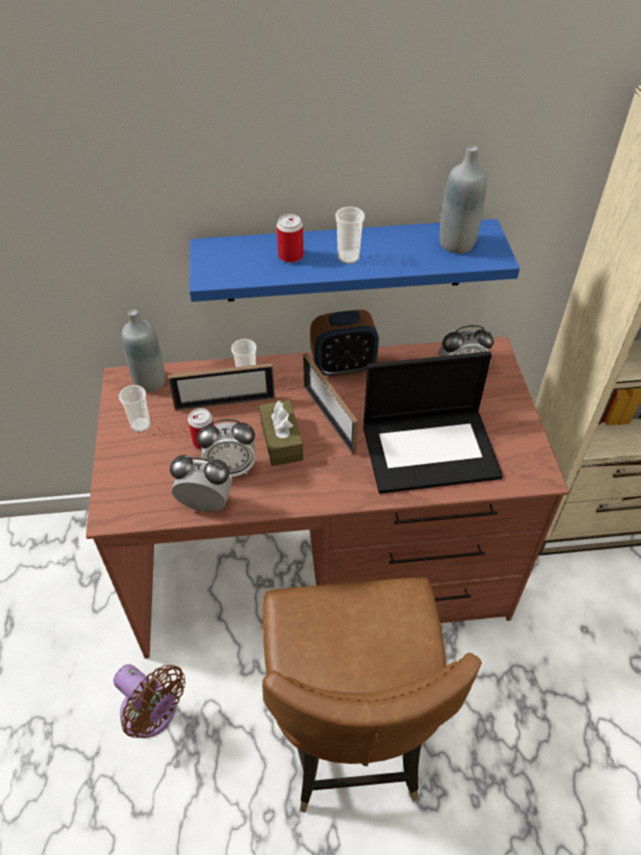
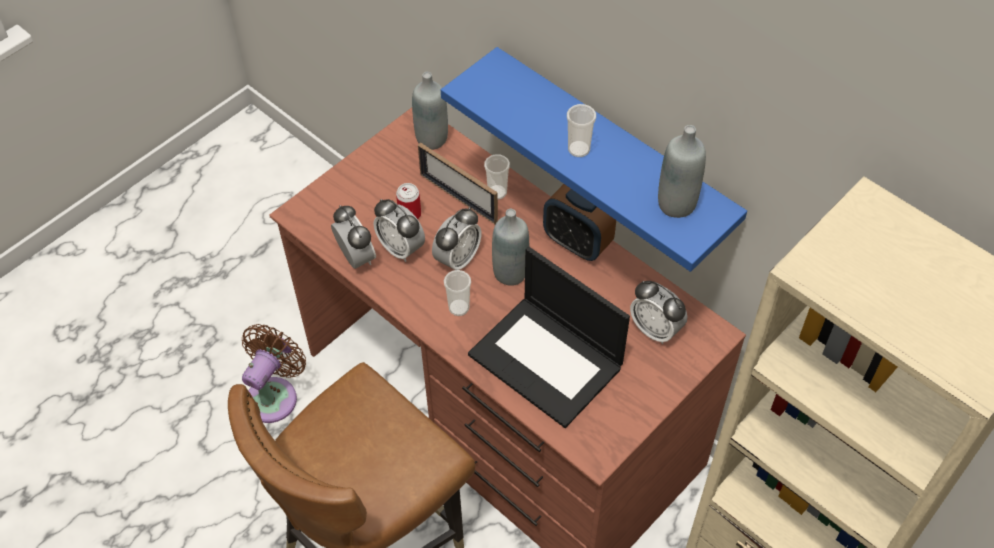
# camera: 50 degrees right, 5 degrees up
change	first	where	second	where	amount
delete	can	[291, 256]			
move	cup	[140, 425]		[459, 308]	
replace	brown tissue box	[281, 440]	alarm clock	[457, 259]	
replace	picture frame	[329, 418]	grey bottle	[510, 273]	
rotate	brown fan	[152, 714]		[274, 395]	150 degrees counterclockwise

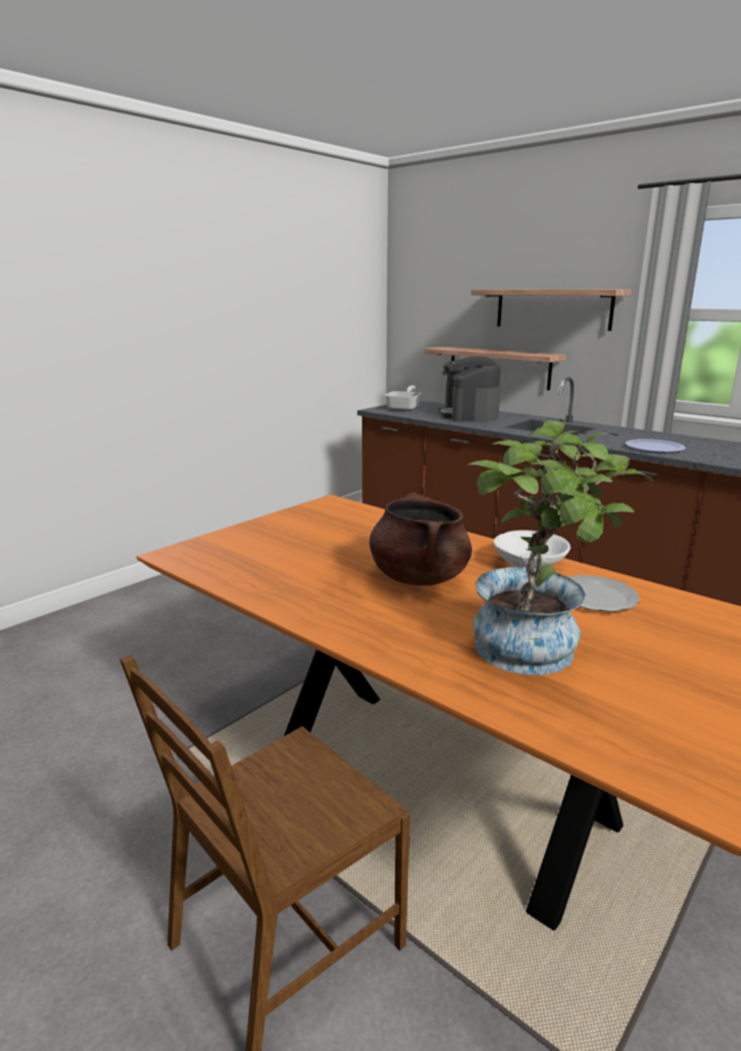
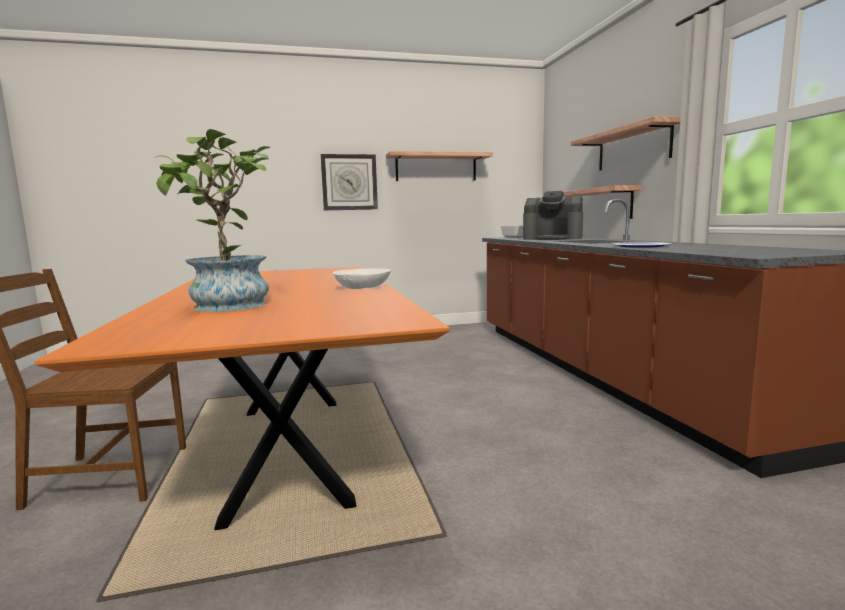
# camera: 35 degrees right, 10 degrees down
change	first	where	second	where	amount
delete	brown cooking pot	[418, 577]			
delete	plate	[594, 597]			
insert			wall clock	[349, 182]	
insert			shelf	[436, 167]	
rotate	coffee machine	[469, 415]		[553, 238]	105 degrees counterclockwise

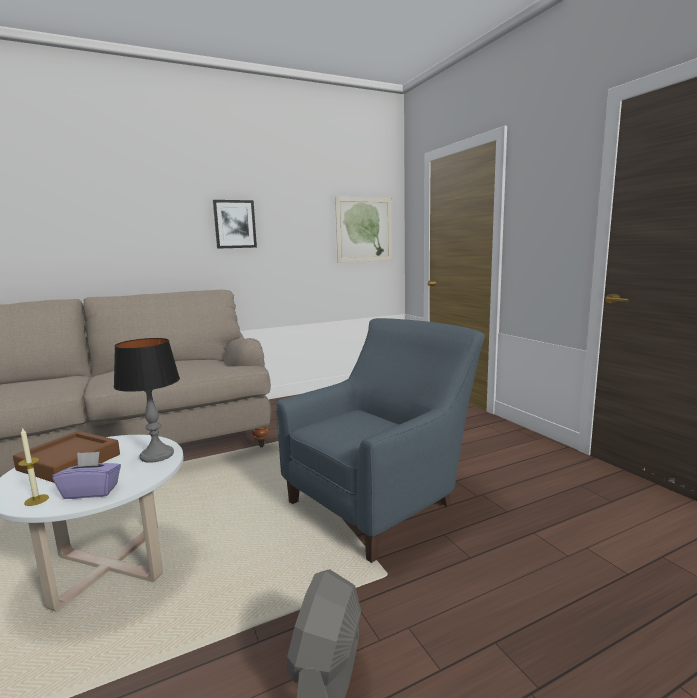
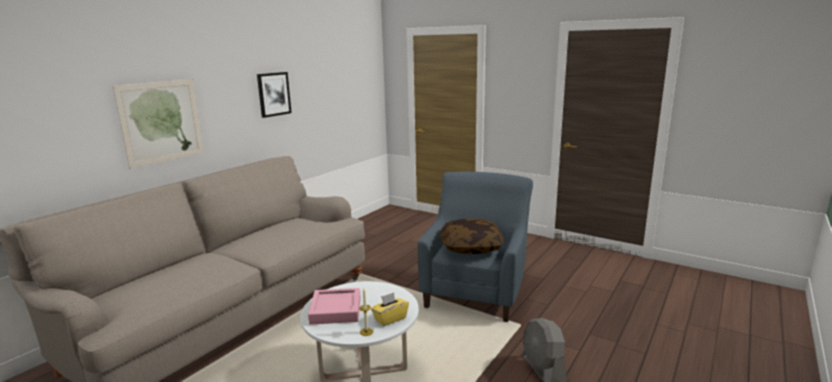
# camera: 30 degrees left, 5 degrees up
change	first	where	second	where	amount
delete	table lamp	[156, 455]			
insert			pillow	[471, 247]	
move	picture	[364, 229]		[161, 122]	
recolor	brown tray	[69, 462]	pink tray	[336, 310]	
recolor	purple tissue box	[91, 491]	yellow tissue box	[390, 318]	

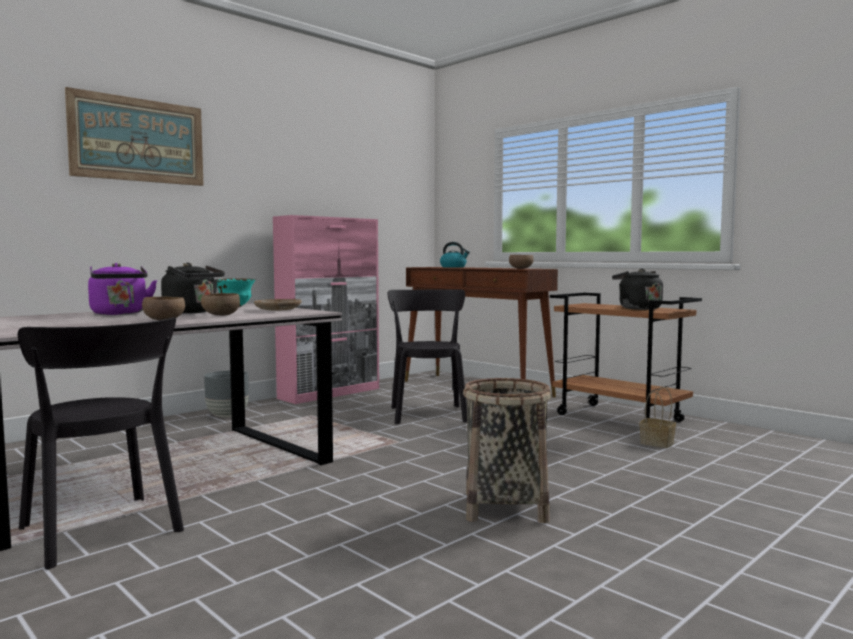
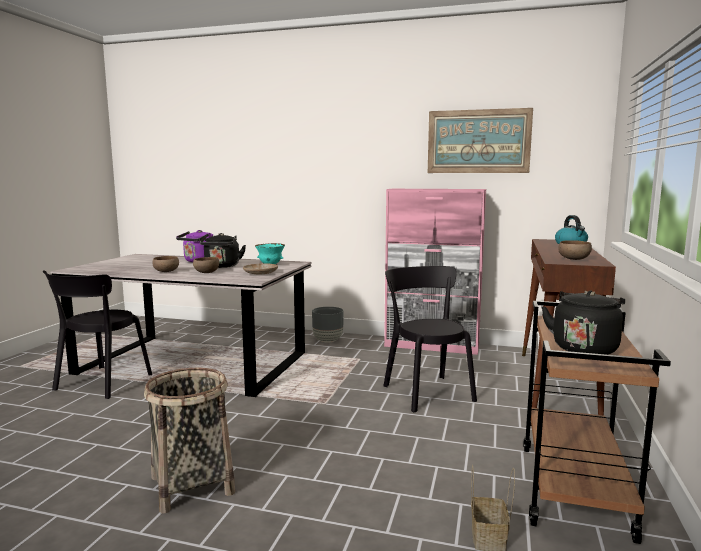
# camera: 60 degrees right, 5 degrees up
change	first	where	second	where	amount
move	picture	[138, 140]		[478, 141]	
rotate	black chair	[428, 413]		[426, 391]	75 degrees counterclockwise

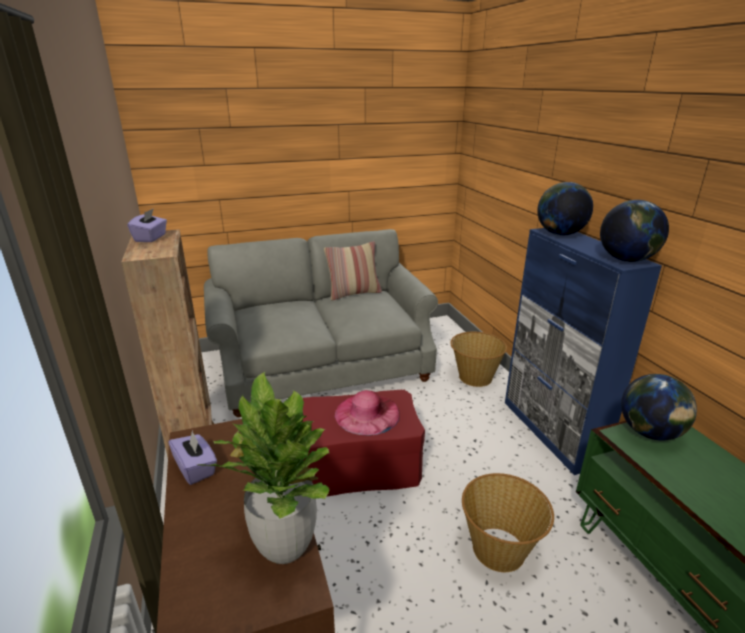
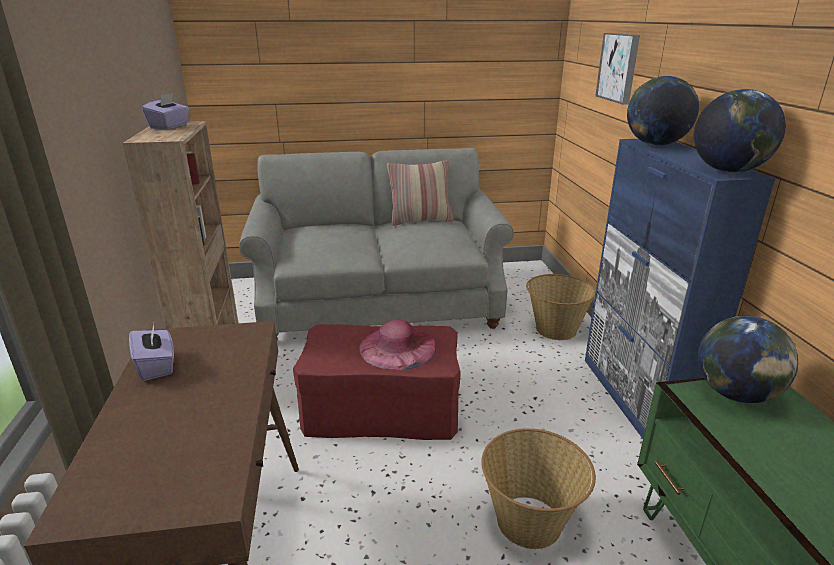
# camera: 10 degrees right, 0 degrees up
change	first	where	second	where	amount
delete	potted plant	[284, 545]			
insert			picture	[619, 67]	

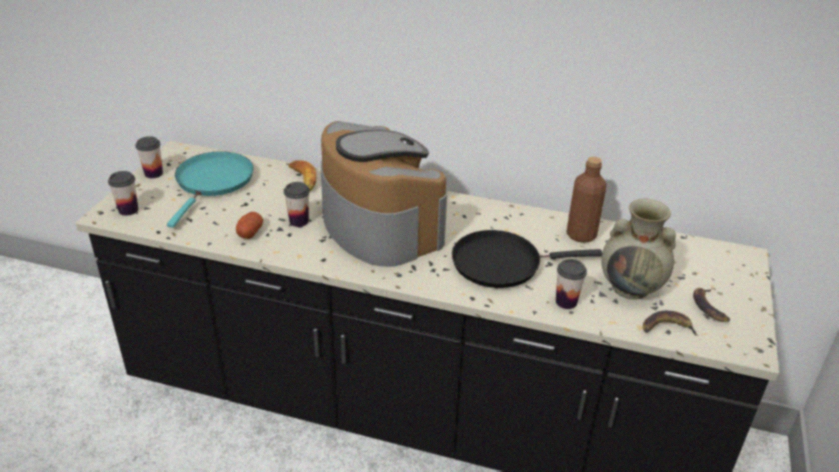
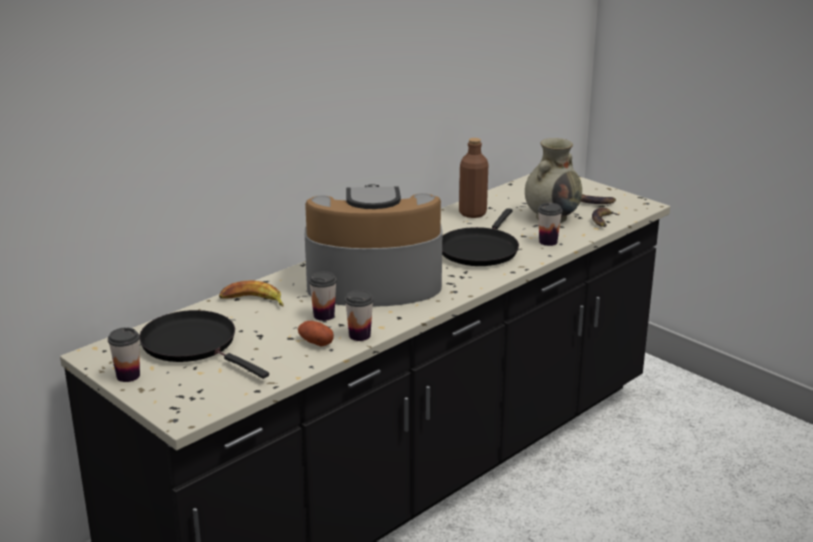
# camera: 60 degrees left, 10 degrees down
change	first	where	second	where	amount
move	cup	[128, 210]		[359, 335]	
recolor	turquoise frying pan	[213, 182]	black frying pan	[194, 345]	

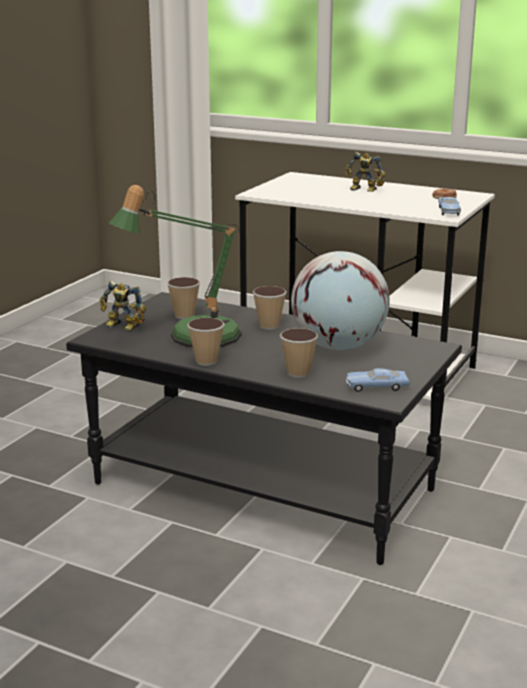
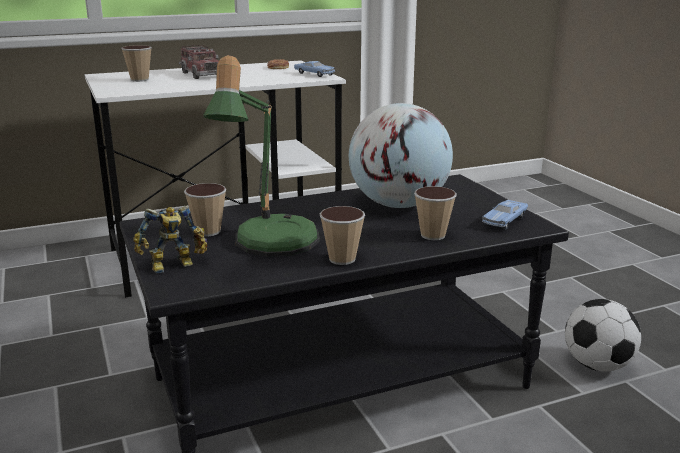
# camera: 50 degrees left, 0 degrees up
change	first	where	second	where	amount
insert			football	[597, 365]	
move	cup	[269, 326]		[139, 80]	
replace	toy robot	[363, 190]	toy truck	[202, 74]	

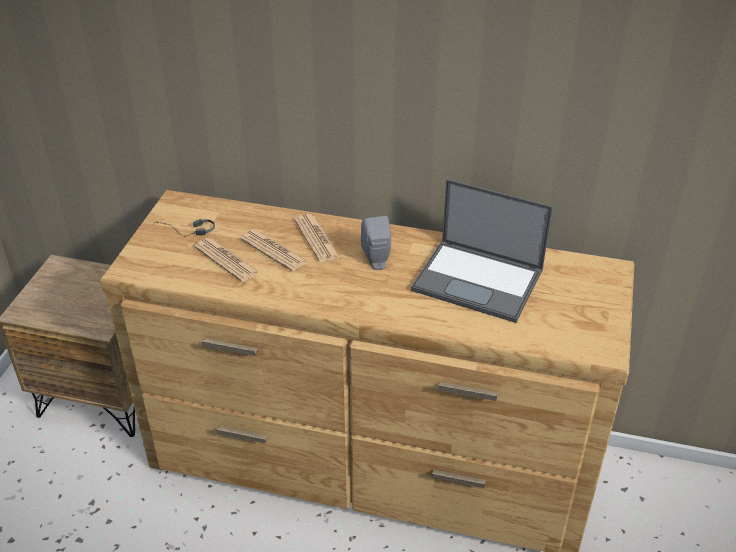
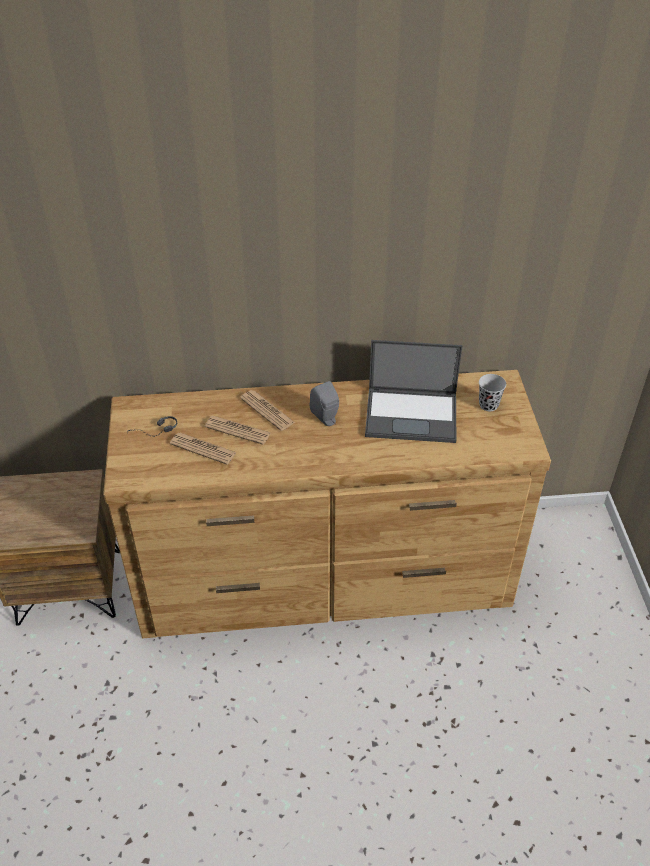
# camera: 20 degrees left, 5 degrees up
change	first	where	second	where	amount
insert			black cup	[488, 405]	

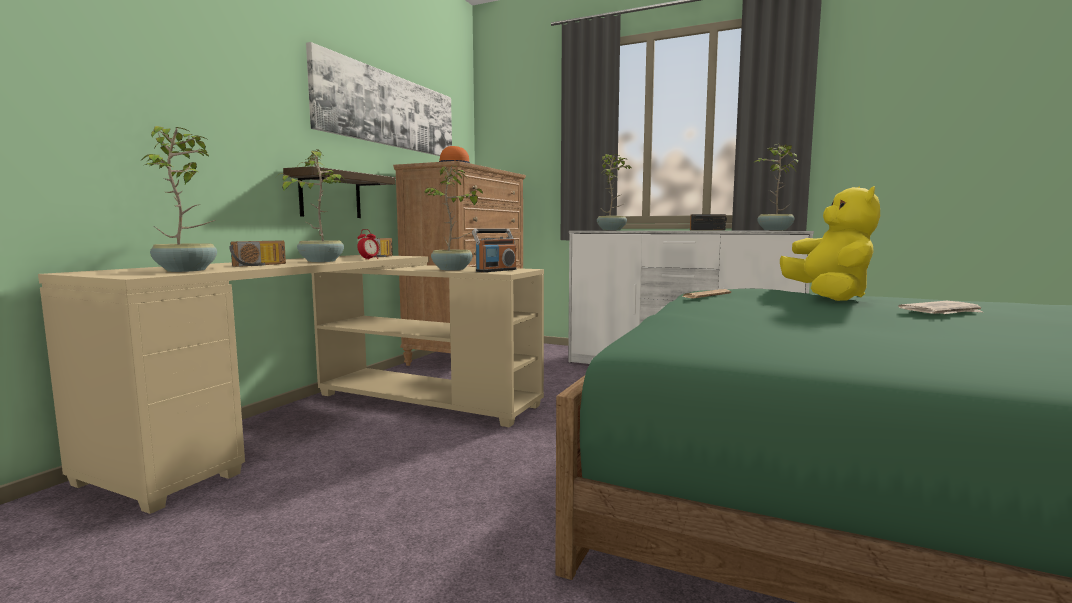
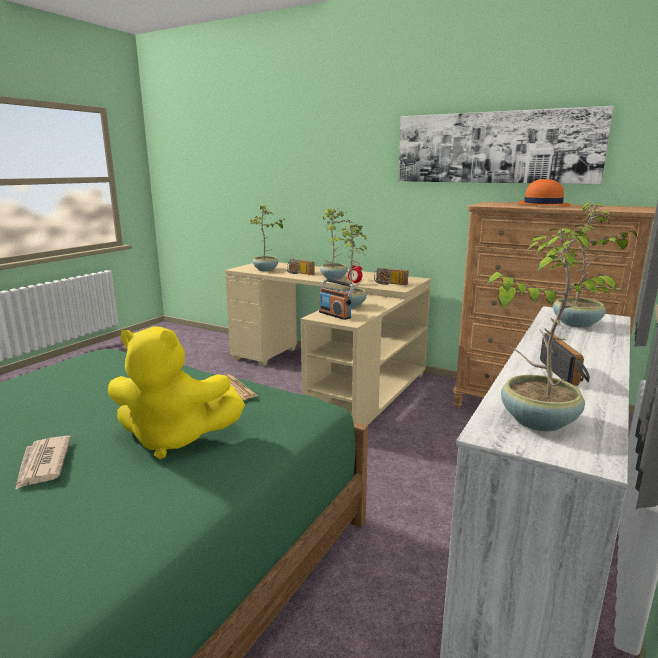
# camera: 95 degrees right, 10 degrees up
change	first	where	second	where	amount
delete	shelf	[330, 195]			

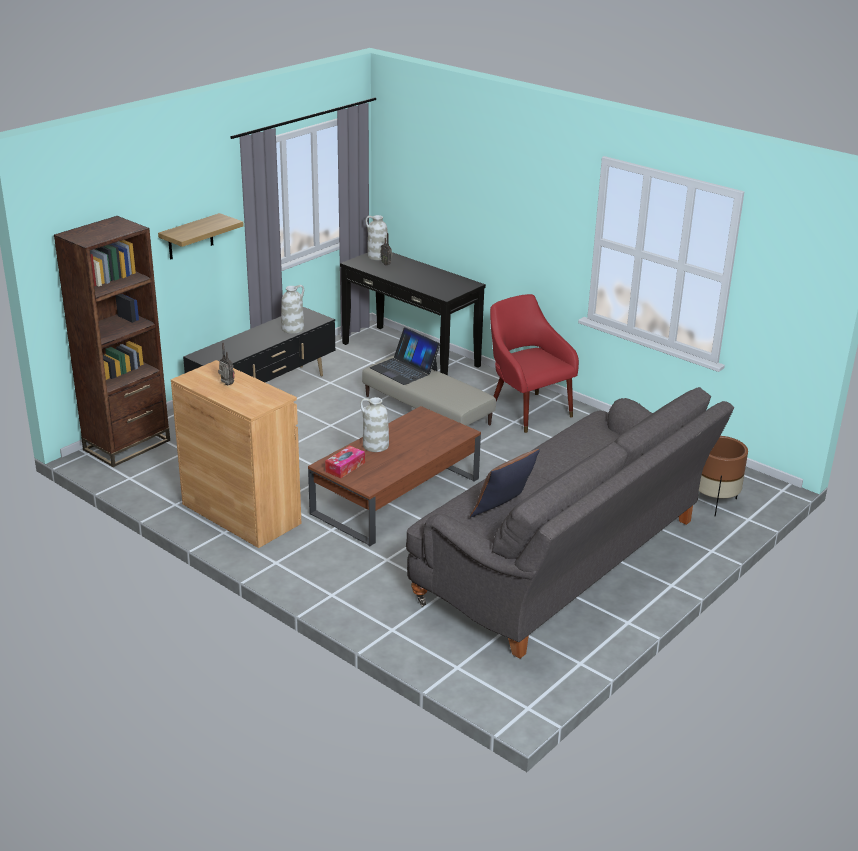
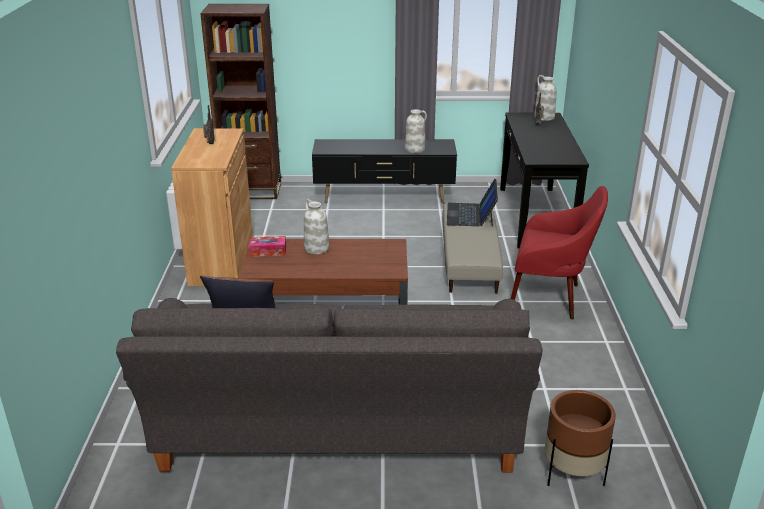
# camera: 50 degrees right, 0 degrees up
change	first	where	second	where	amount
delete	shelf	[190, 237]			
rotate	red armchair	[527, 409]		[550, 298]	90 degrees clockwise

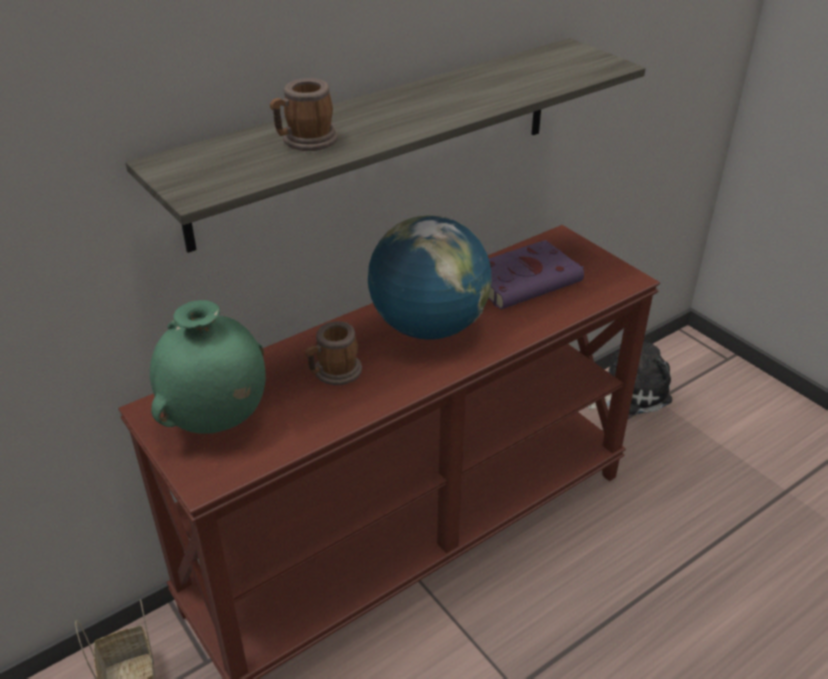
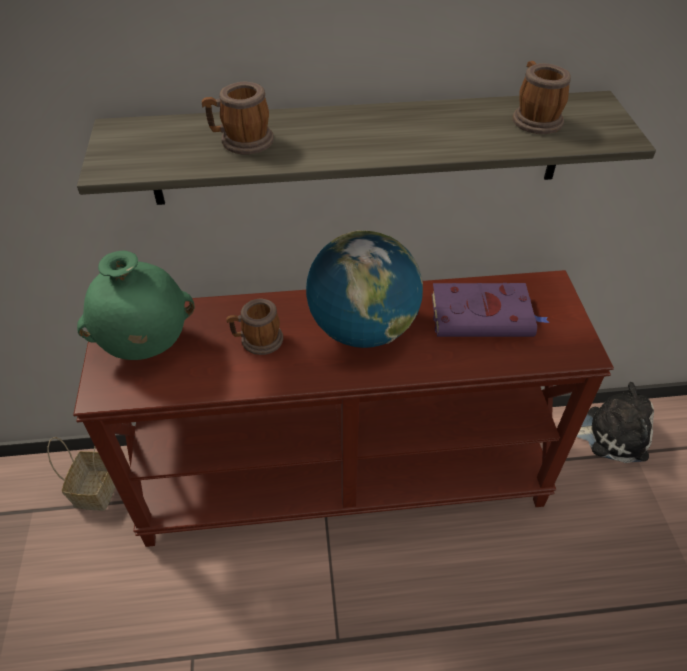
# camera: 30 degrees right, 10 degrees up
change	first	where	second	where	amount
insert			mug	[534, 118]	

